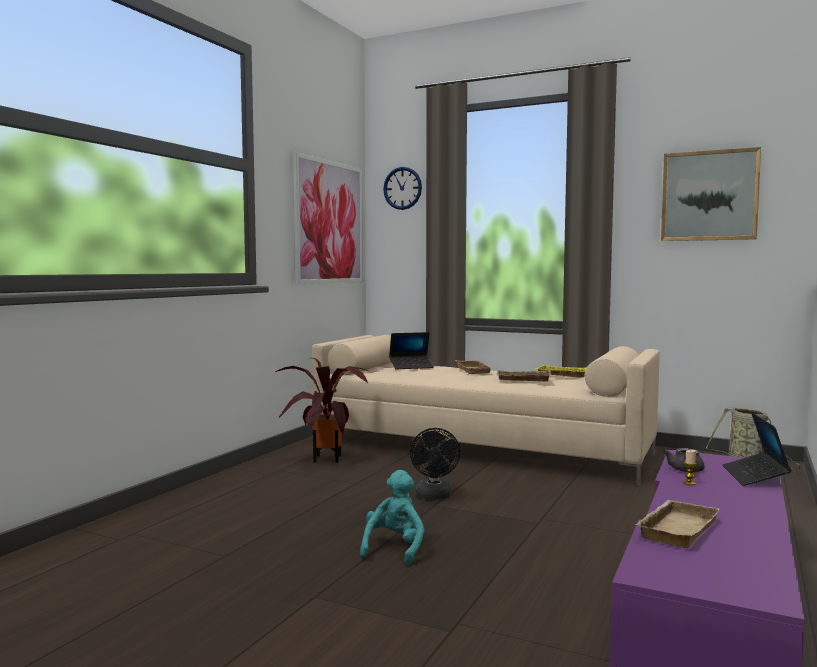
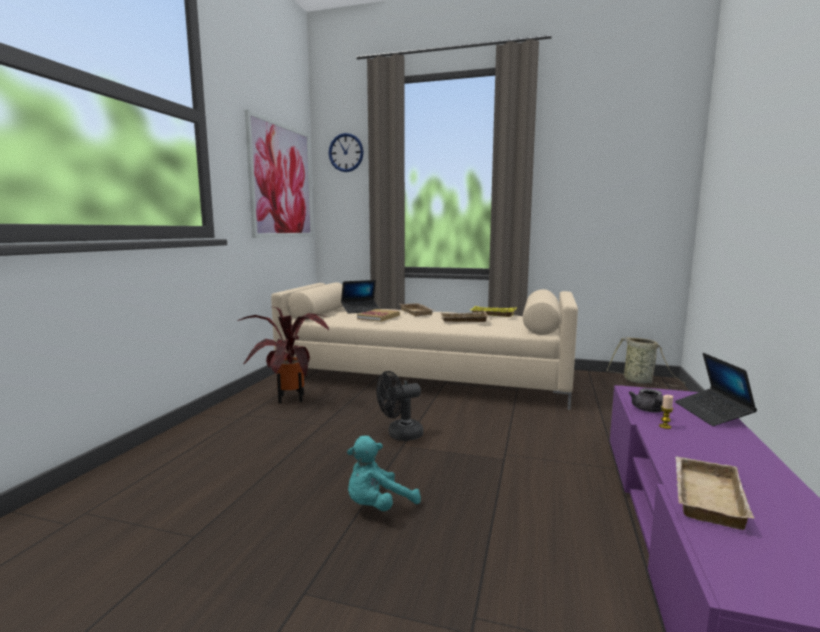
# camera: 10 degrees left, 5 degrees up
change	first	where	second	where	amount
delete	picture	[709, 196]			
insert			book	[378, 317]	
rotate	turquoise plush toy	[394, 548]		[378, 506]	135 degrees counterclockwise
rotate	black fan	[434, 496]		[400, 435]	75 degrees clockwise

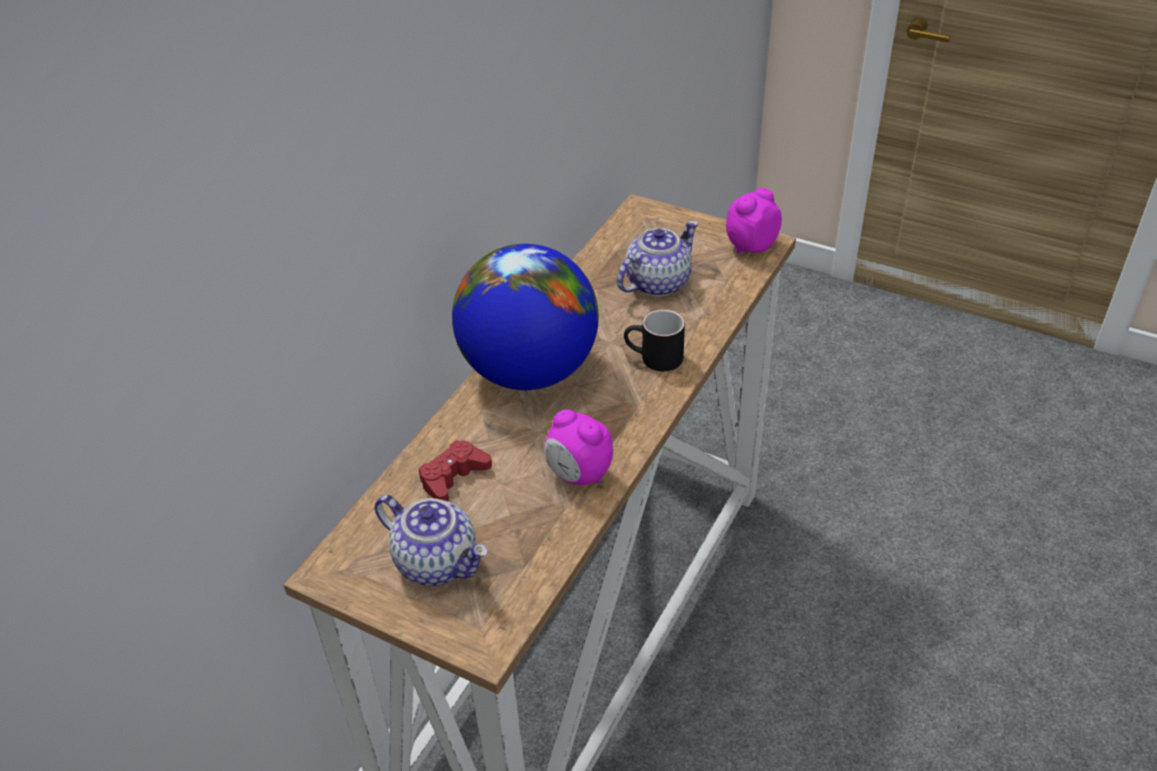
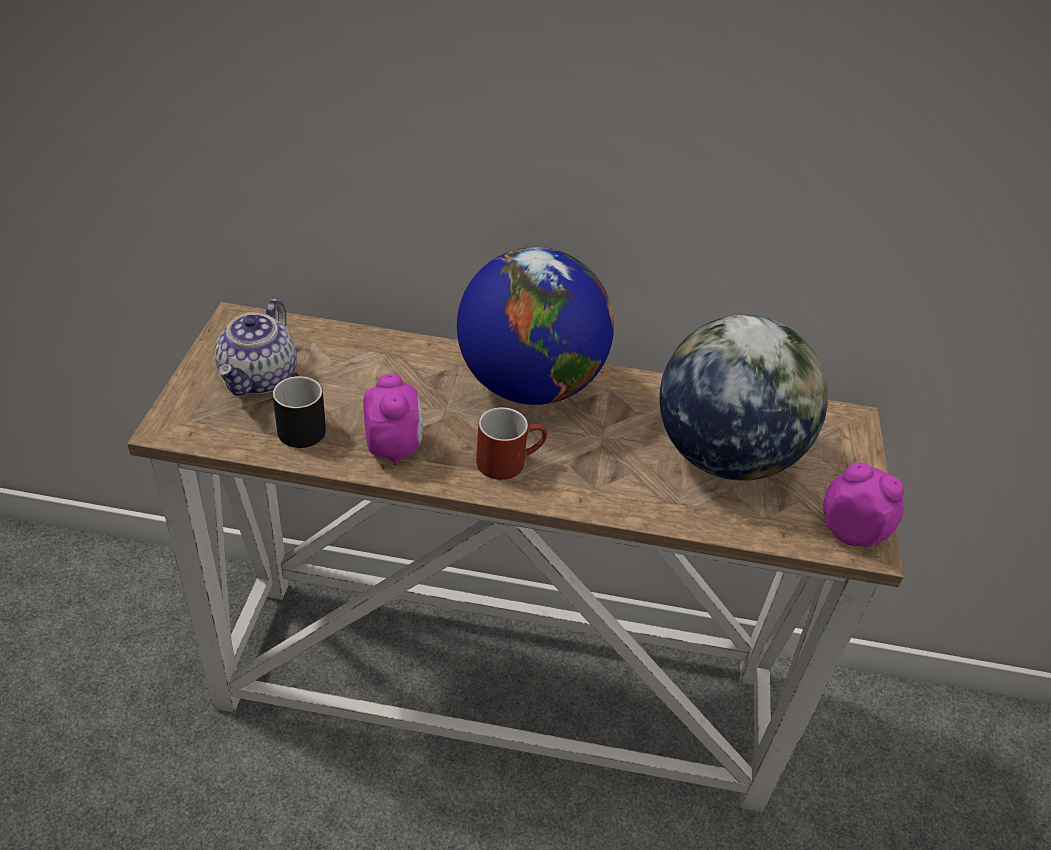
# camera: 65 degrees right, 0 degrees up
change	first	where	second	where	amount
delete	red game controller	[453, 477]			
insert			red mug	[509, 460]	
move	black mug	[653, 359]		[299, 425]	
replace	teapot	[656, 283]	globe	[724, 456]	
rotate	alarm clock	[578, 474]		[394, 447]	150 degrees clockwise

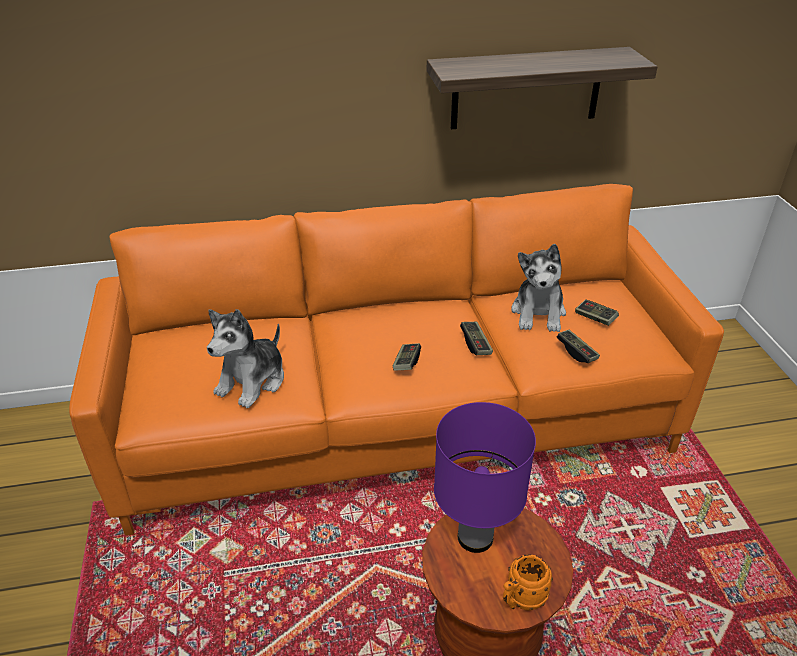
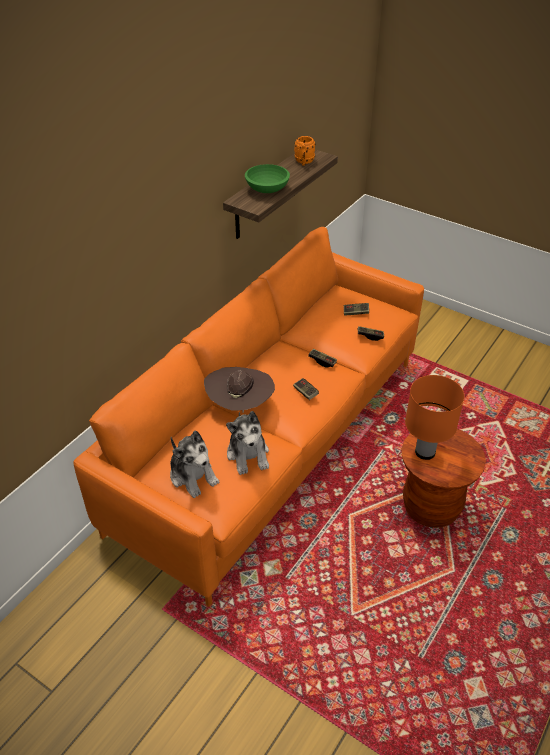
# camera: 45 degrees left, 5 degrees up
change	first	where	second	where	amount
insert			brown hat	[240, 405]	
insert			green bowl	[267, 189]	
move	orange mug	[521, 600]		[304, 162]	
move	plush toy	[538, 313]		[193, 476]	
recolor	purple table lamp	[475, 537]	orange table lamp	[424, 451]	

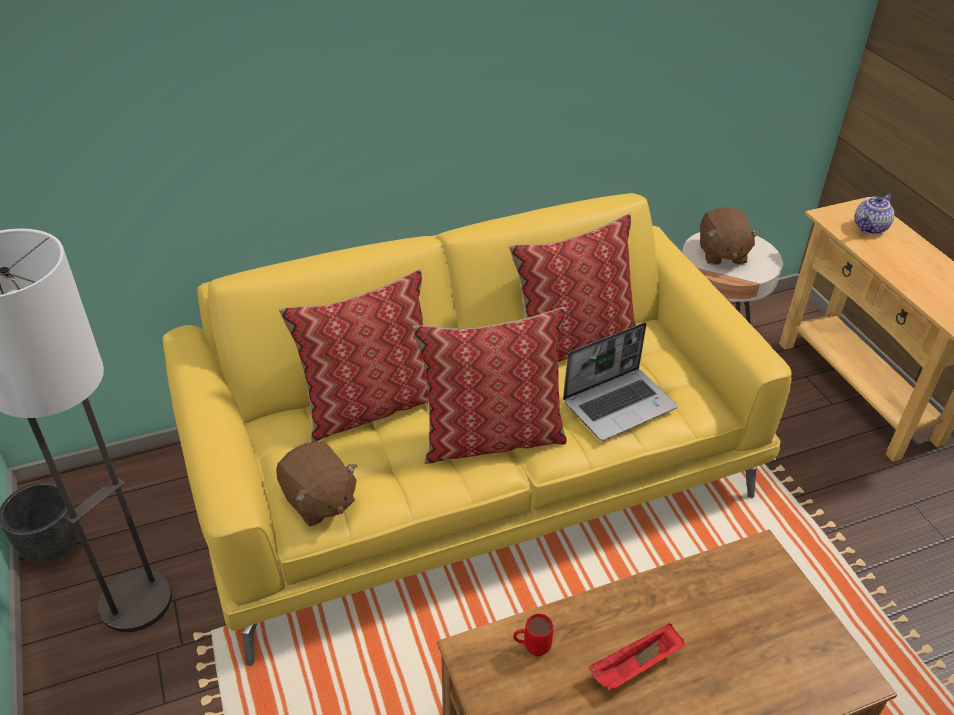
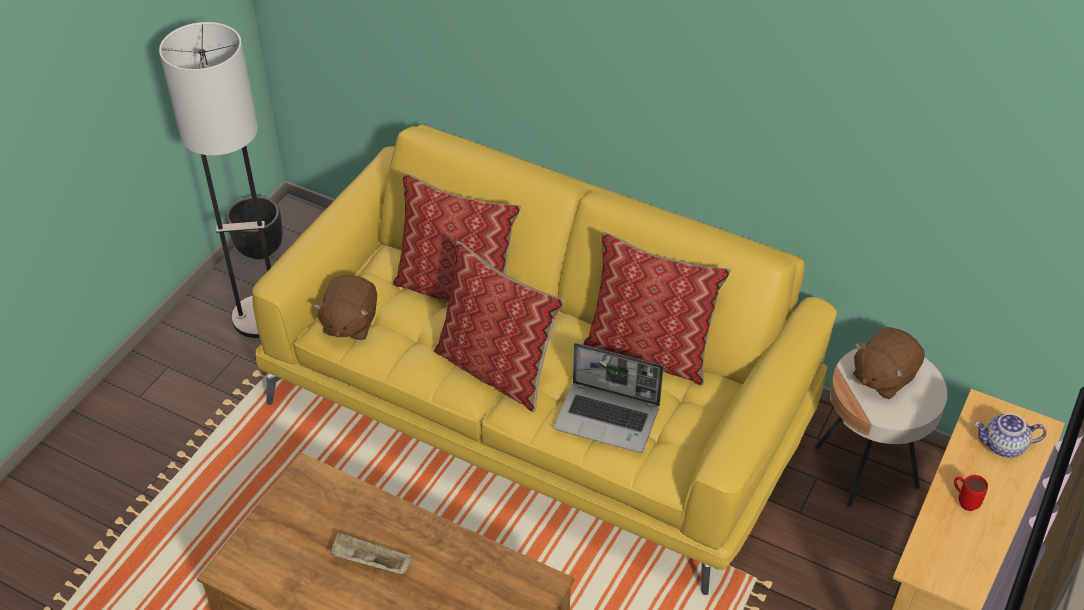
# camera: 50 degrees right, 5 degrees up
change	first	where	second	where	amount
move	red mug	[531, 648]		[964, 501]	
recolor	red tray	[635, 667]	beige tray	[370, 562]	

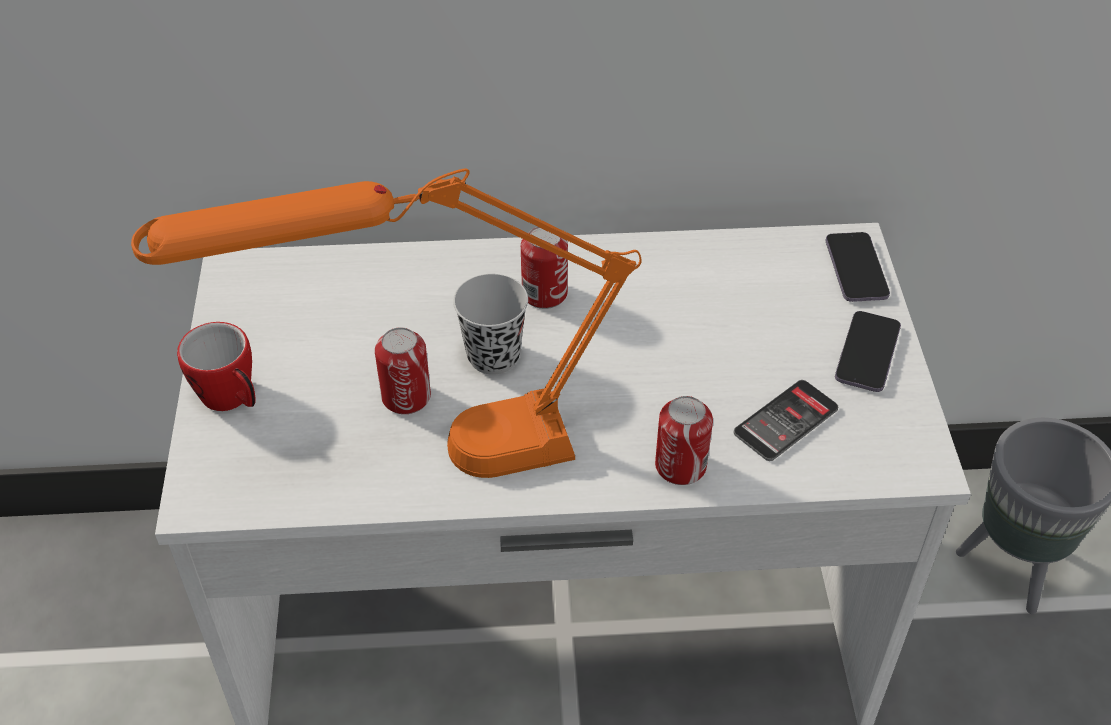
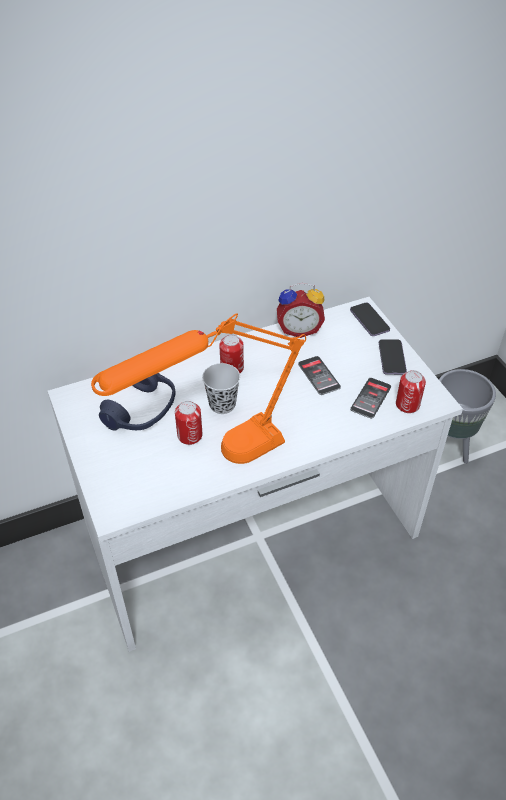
# camera: 20 degrees left, 0 degrees up
change	first	where	second	where	amount
delete	mug	[232, 399]			
insert			blue headphones	[142, 410]	
insert			alarm clock	[299, 329]	
insert			phone	[319, 376]	
move	can	[680, 466]		[407, 404]	

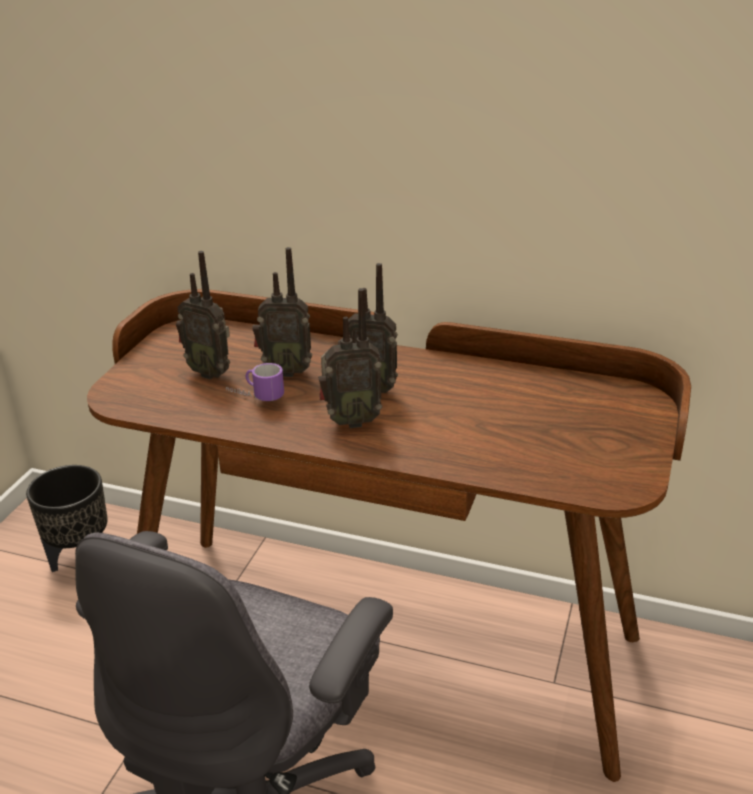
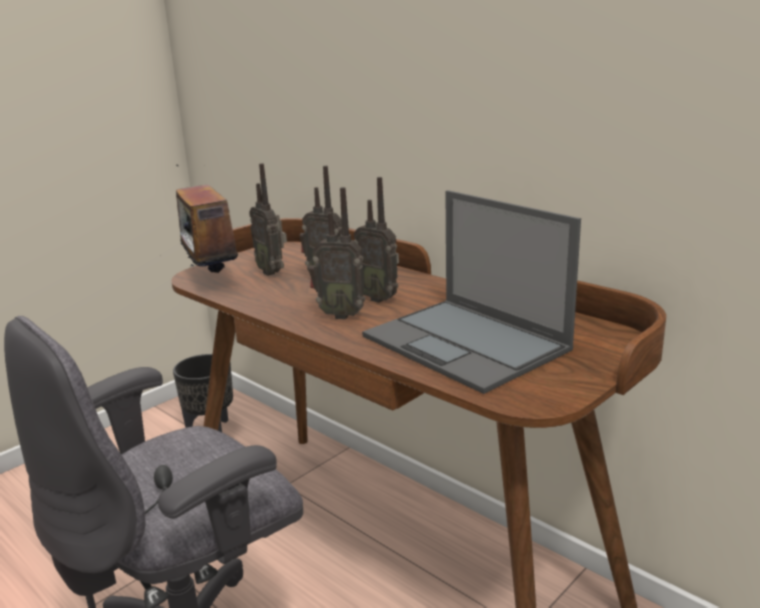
# camera: 25 degrees right, 10 degrees down
change	first	where	second	where	amount
delete	mug	[254, 398]			
insert			radio	[210, 279]	
insert			laptop	[467, 343]	

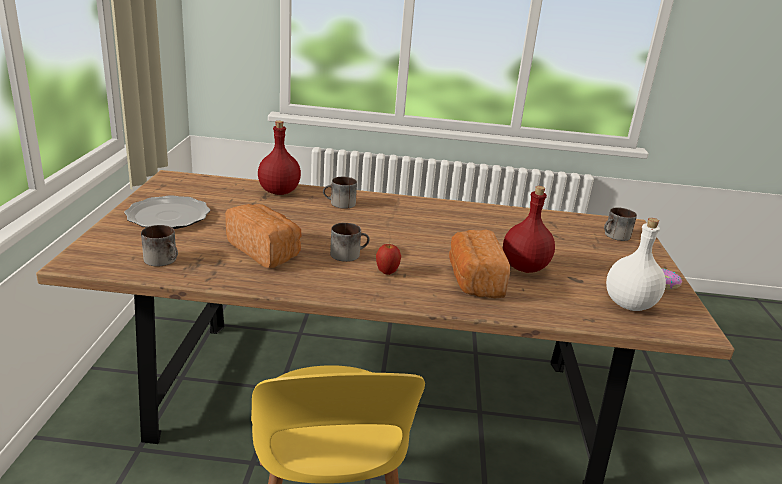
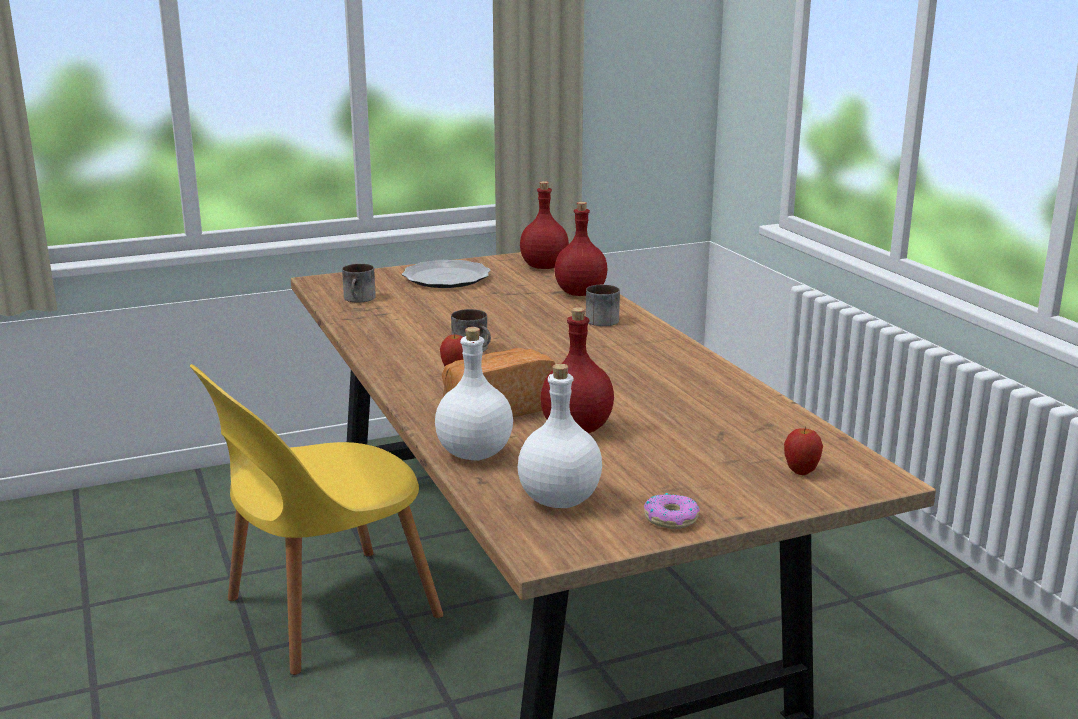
# camera: 65 degrees right, 5 degrees down
change	first	where	second	where	amount
delete	bread	[265, 251]			
insert			white bottle	[475, 454]	
insert			red bottle	[543, 266]	
replace	mug	[615, 236]	apple	[801, 472]	

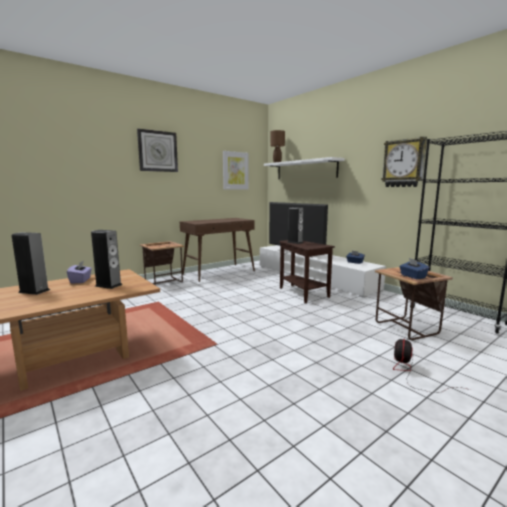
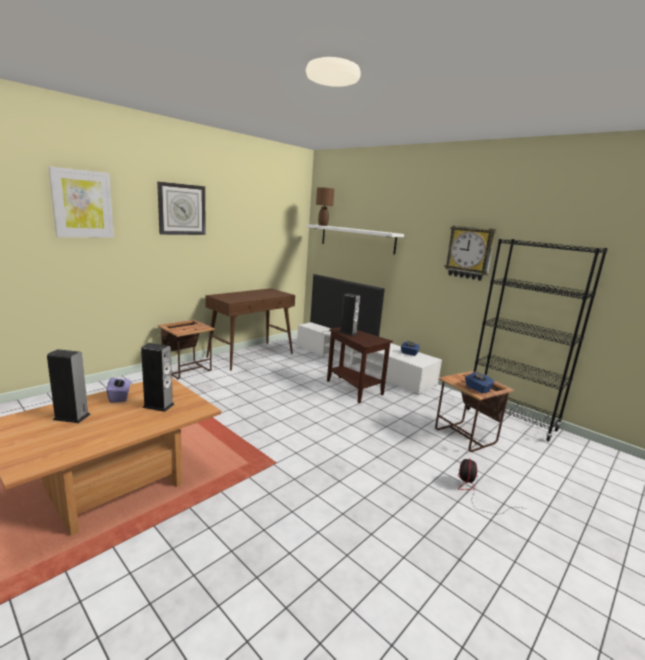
# camera: 10 degrees left, 5 degrees up
change	first	where	second	where	amount
move	picture	[235, 170]		[82, 204]	

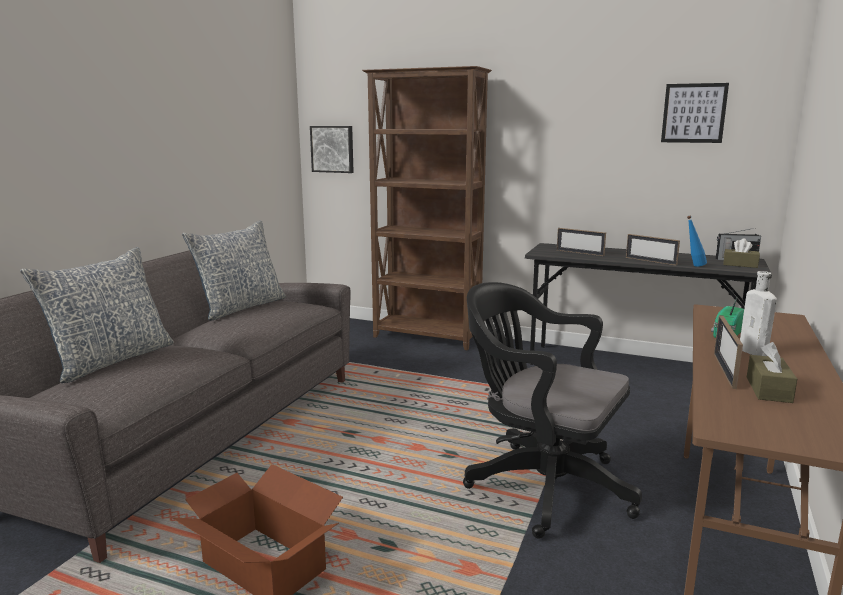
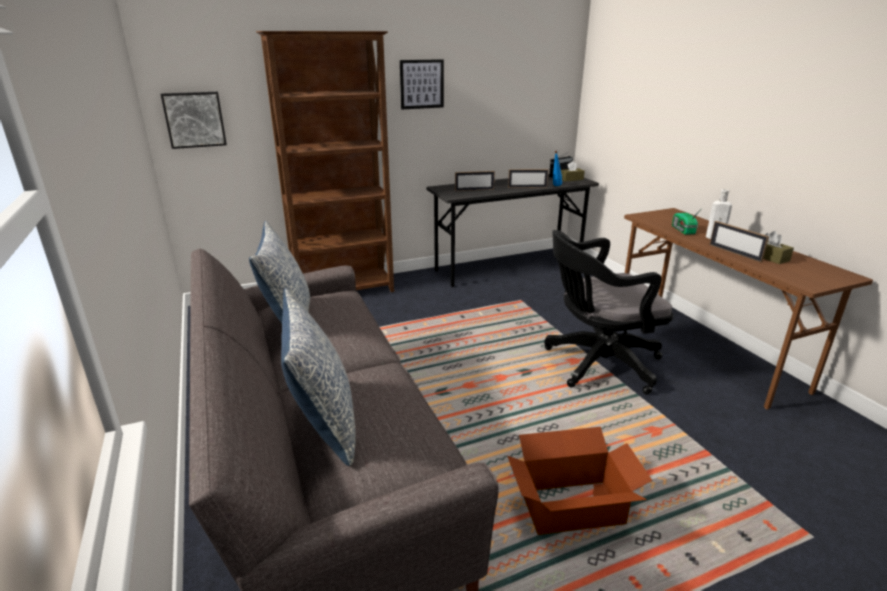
# camera: 45 degrees left, 10 degrees up
change	first	where	second	where	amount
move	picture	[694, 113]		[421, 84]	

